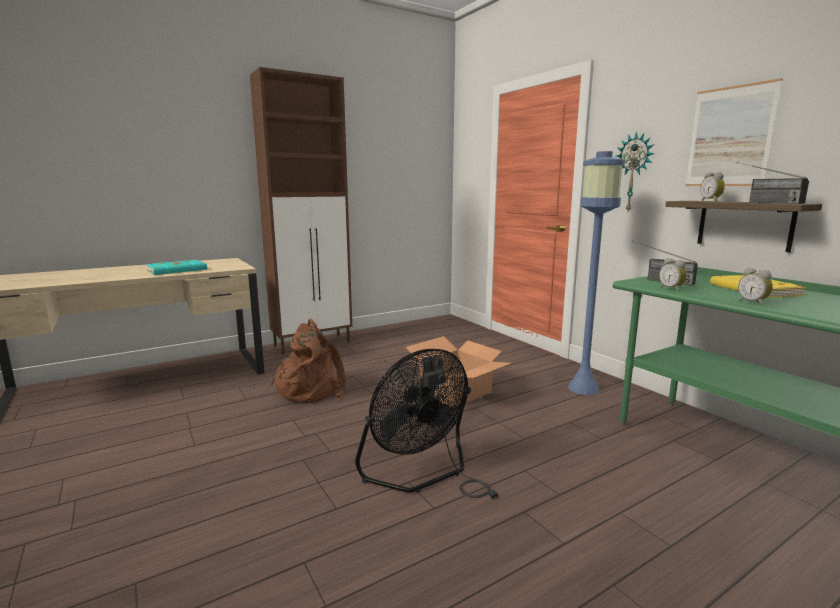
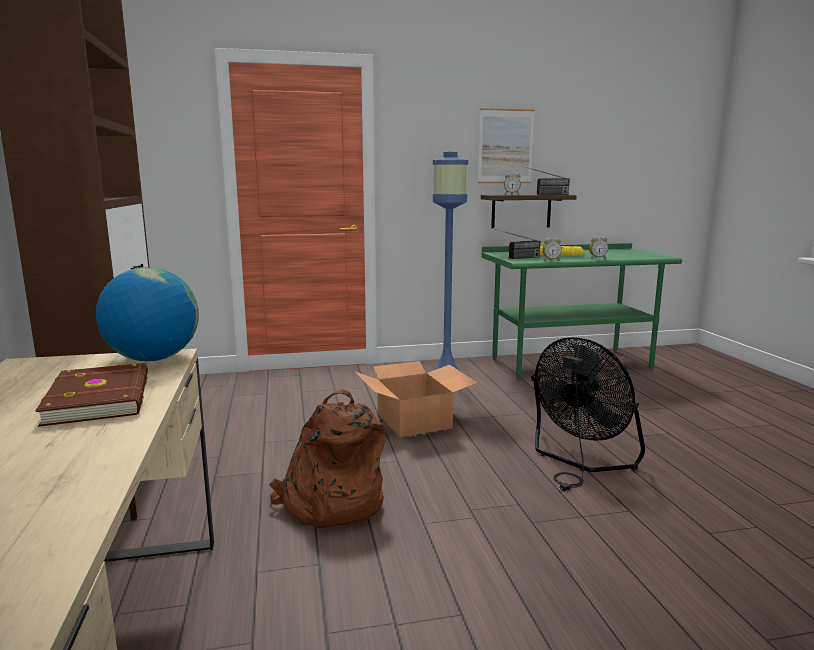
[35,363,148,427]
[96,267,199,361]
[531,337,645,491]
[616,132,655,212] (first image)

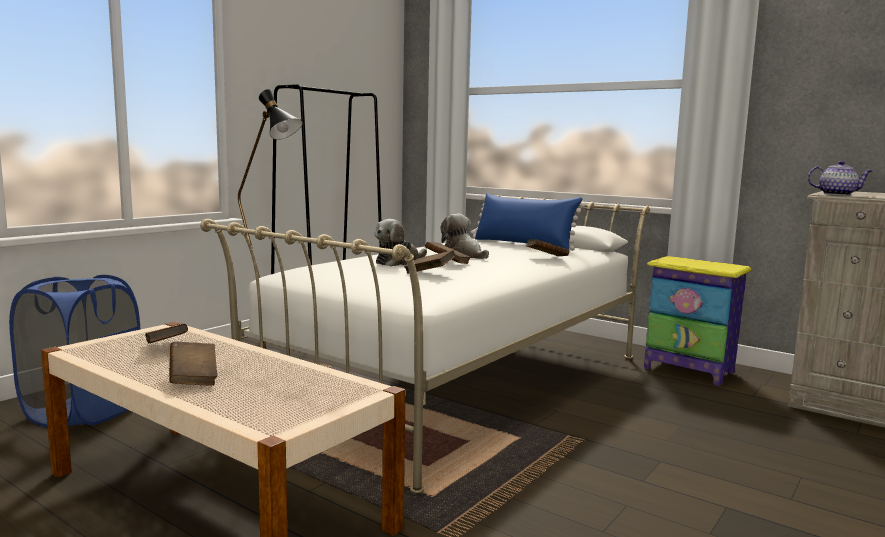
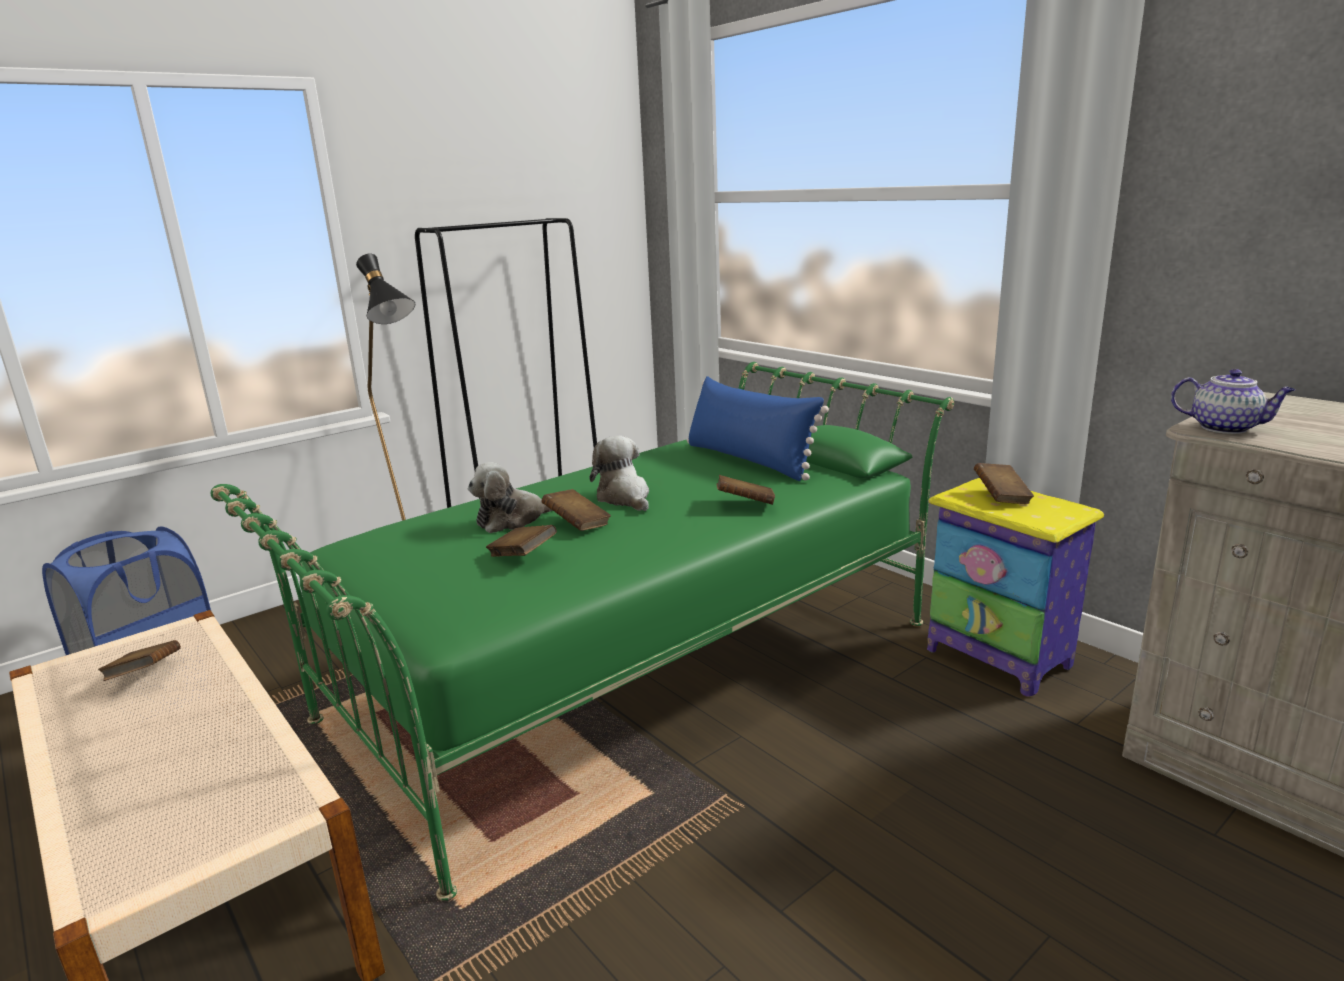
[211,362,954,901]
[974,463,1034,504]

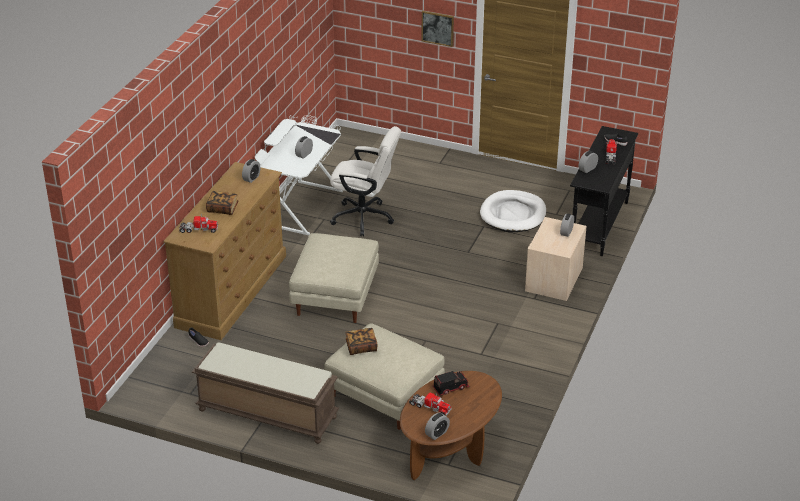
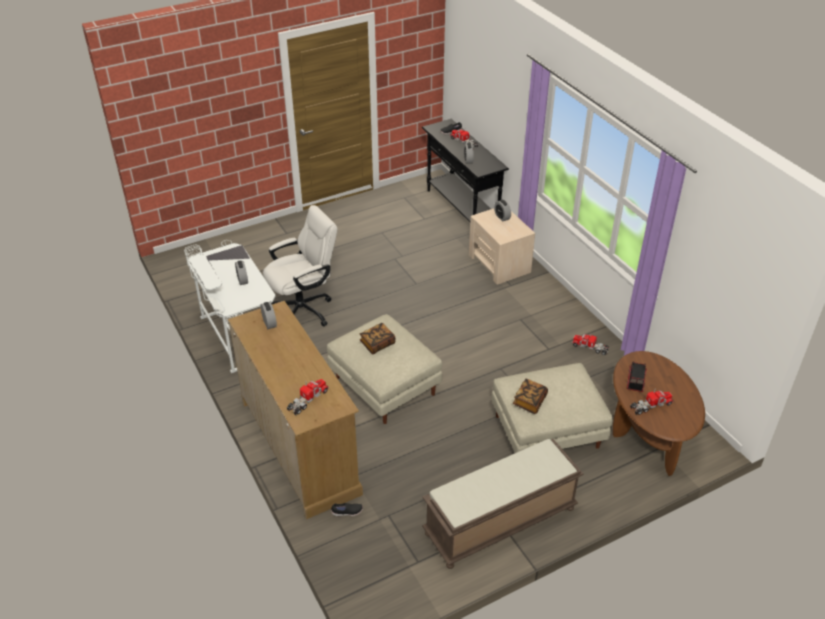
[360,323,396,354]
[572,333,610,356]
[421,11,454,47] (first image)
[425,413,450,440] (first image)
[480,190,546,232] (first image)

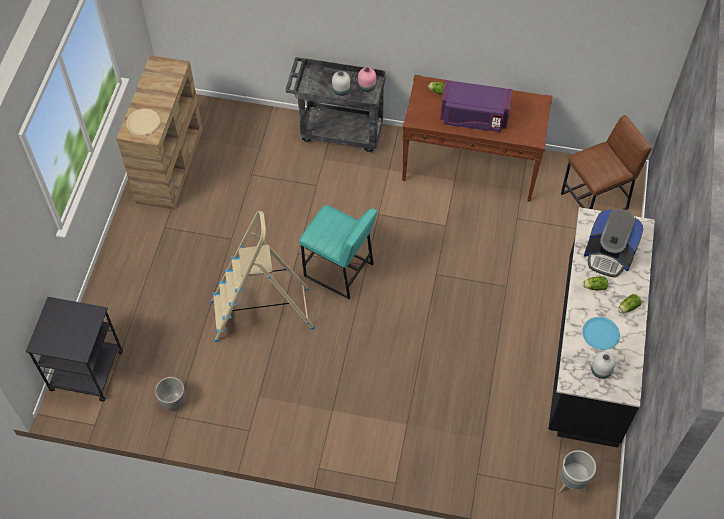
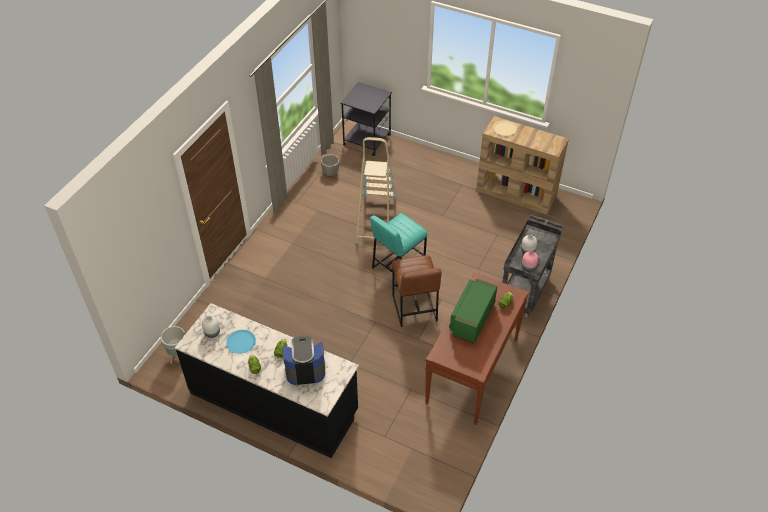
[283,335,325,385]
[392,255,442,327]
[449,278,498,344]

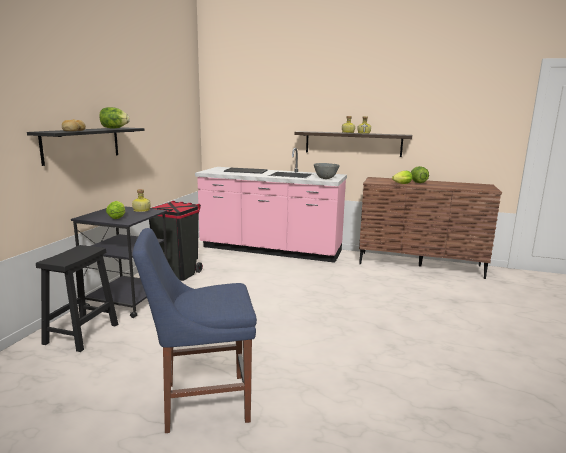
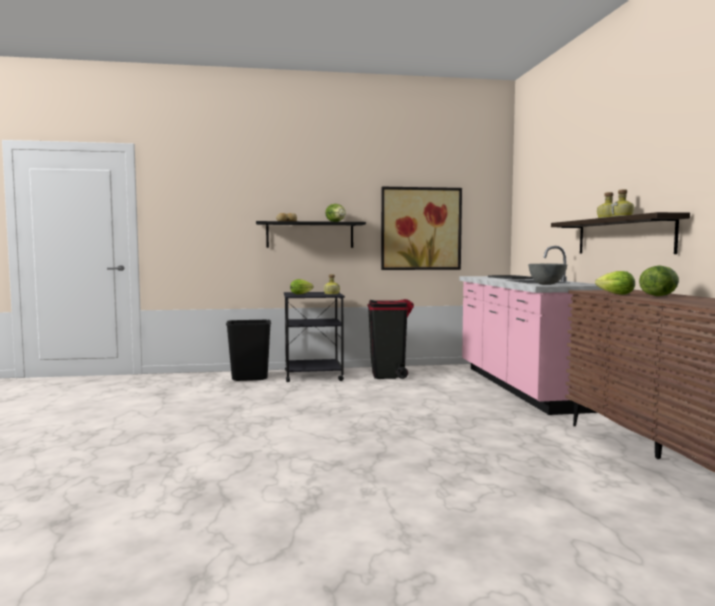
[226,320,271,381]
[381,187,462,270]
[132,228,257,433] (first image)

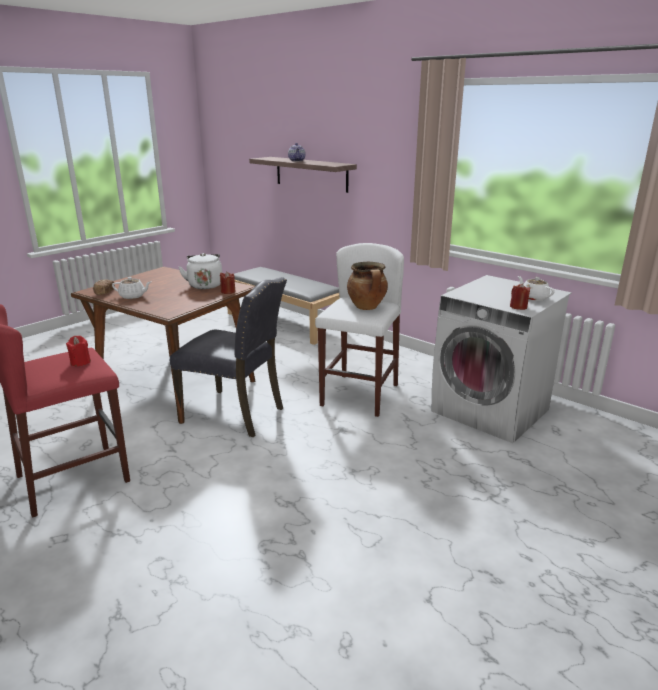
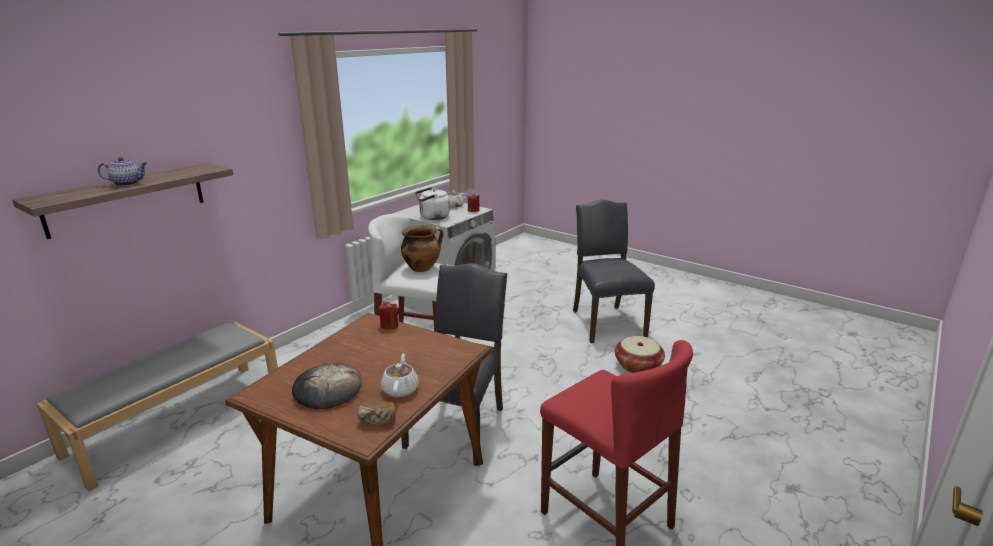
[292,363,362,409]
[415,187,450,220]
[573,200,655,343]
[615,336,665,373]
[66,336,91,366] (first image)

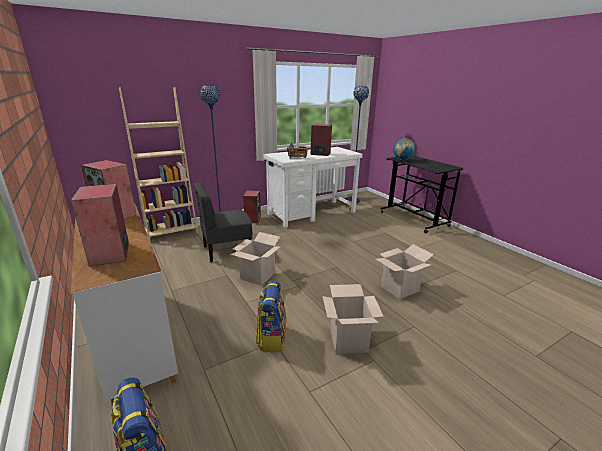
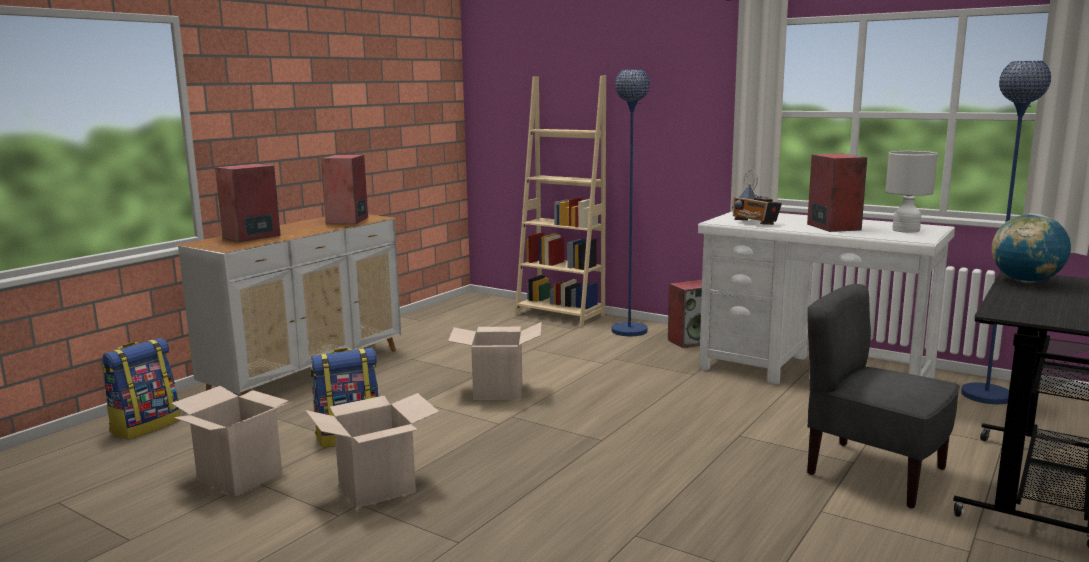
[171,386,293,496]
[807,284,960,509]
[885,151,938,233]

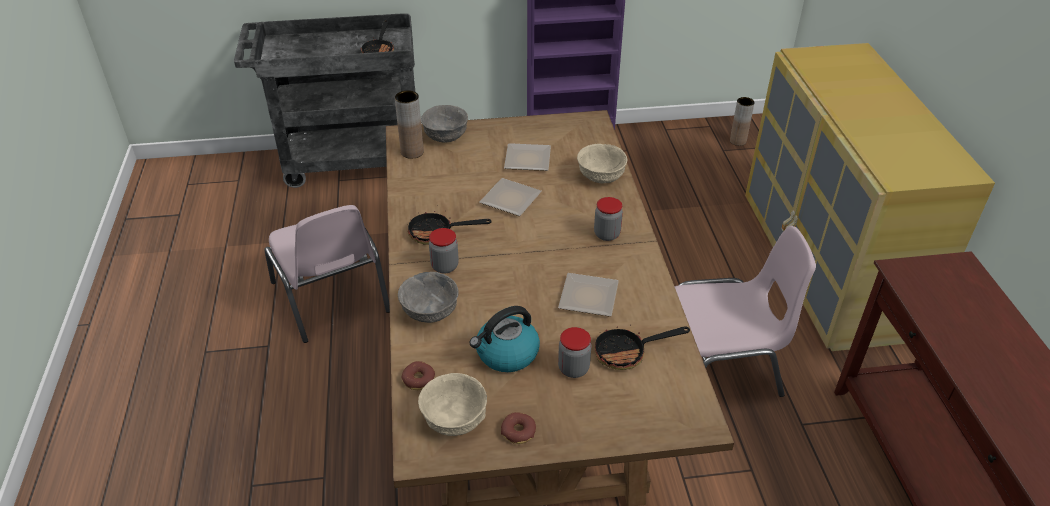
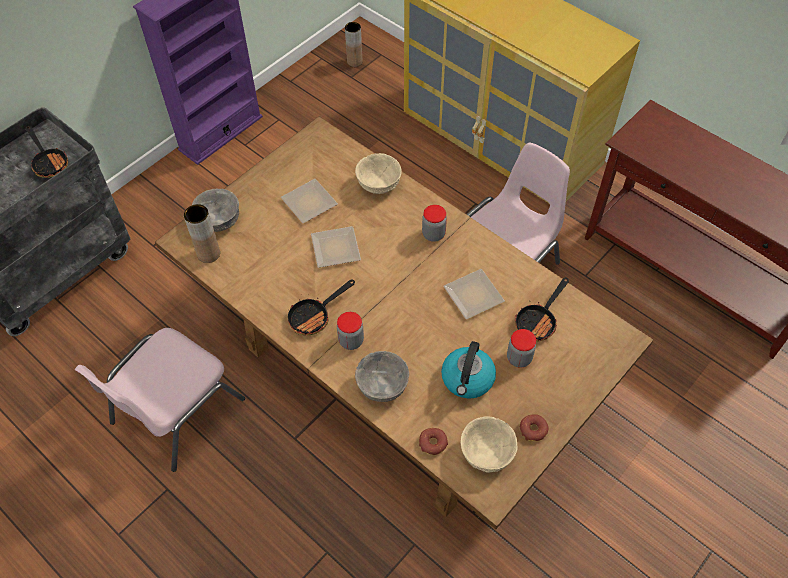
[75,328,245,472]

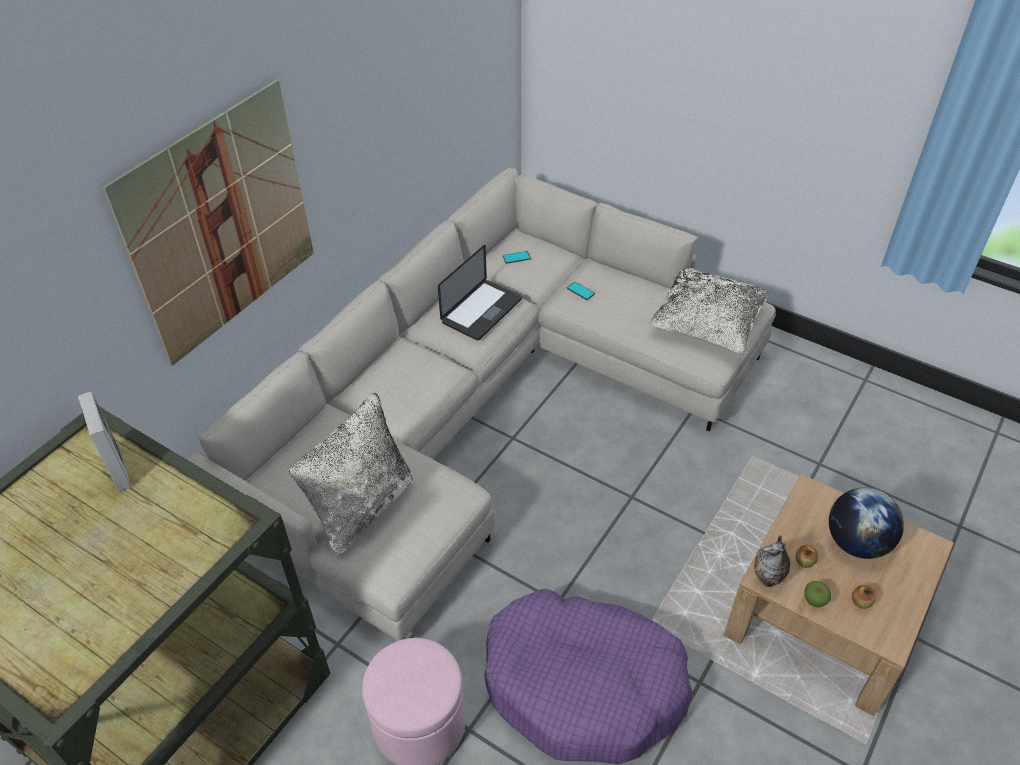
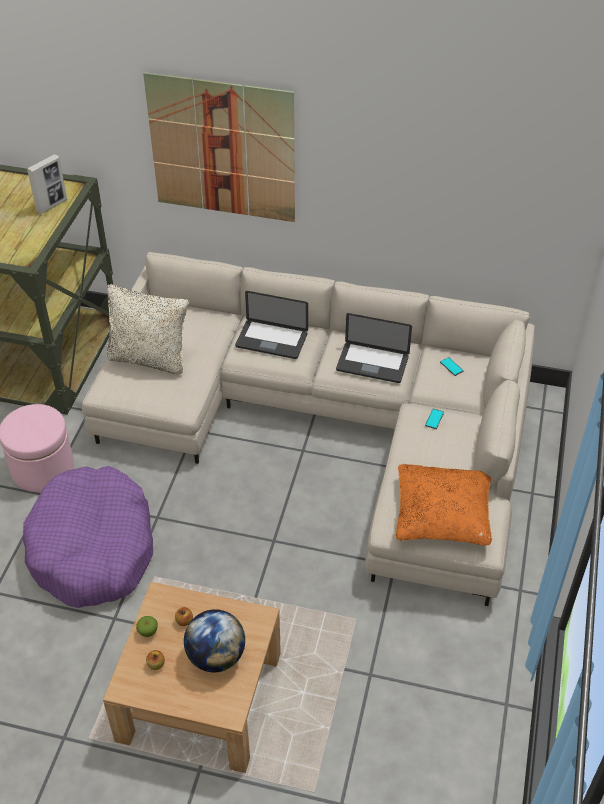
[235,291,308,359]
[395,464,492,546]
[754,535,790,587] (first image)

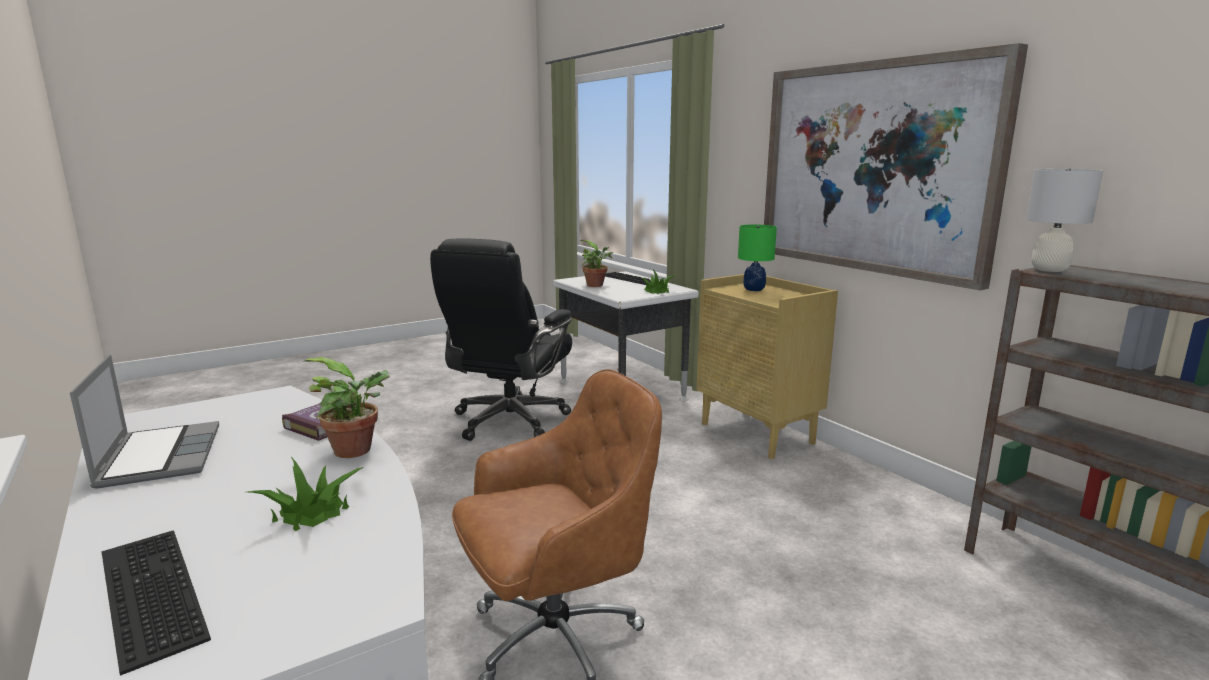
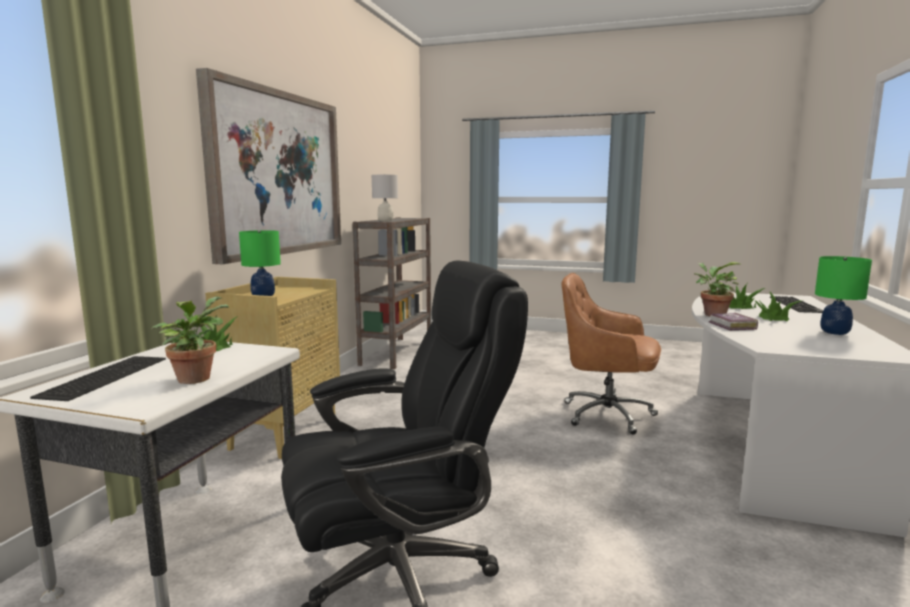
[754,292,802,321]
[815,256,872,335]

